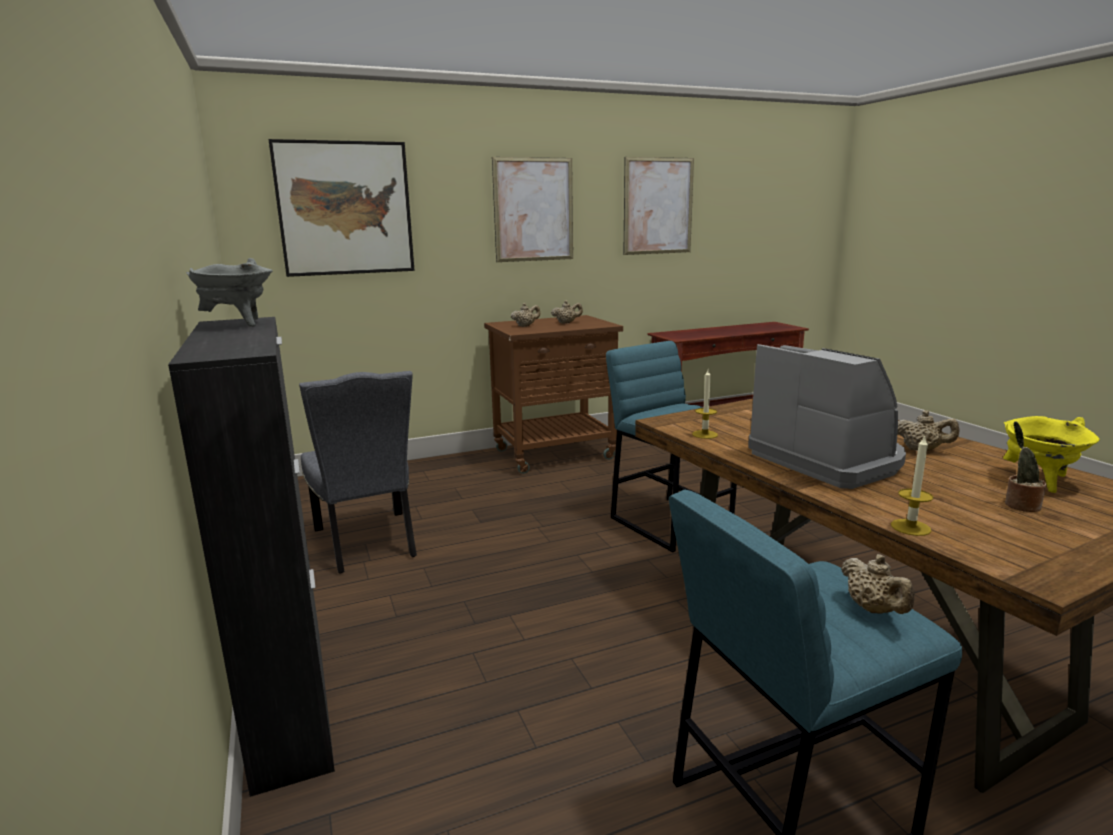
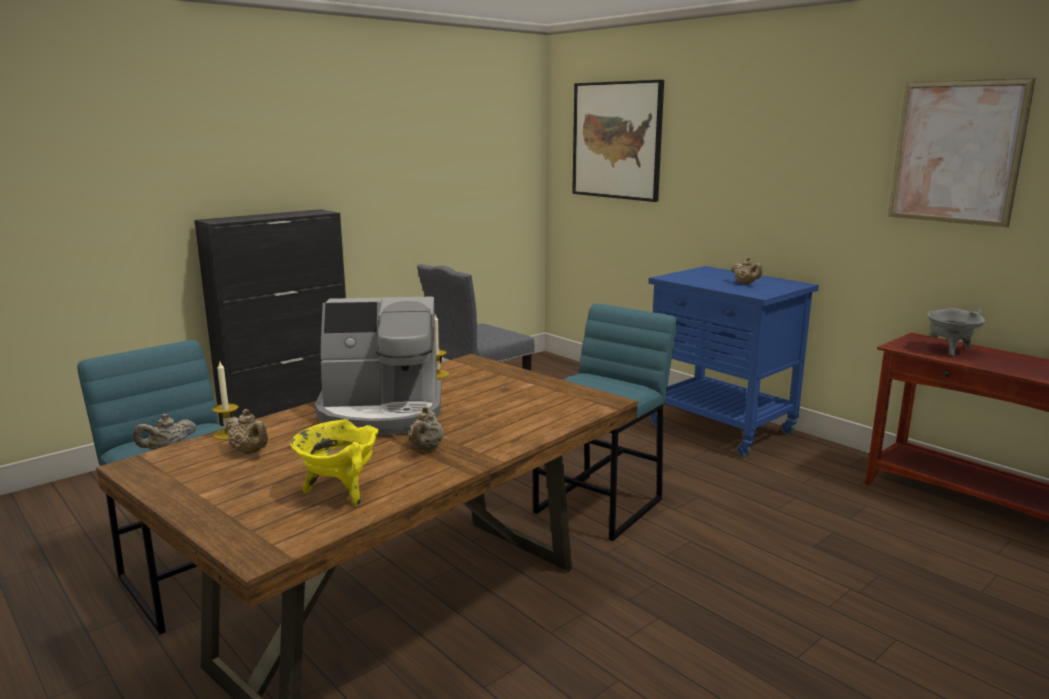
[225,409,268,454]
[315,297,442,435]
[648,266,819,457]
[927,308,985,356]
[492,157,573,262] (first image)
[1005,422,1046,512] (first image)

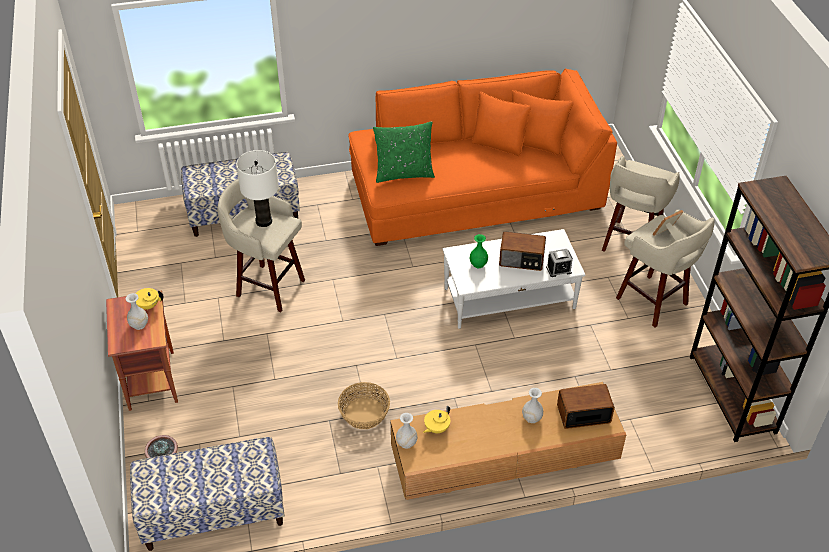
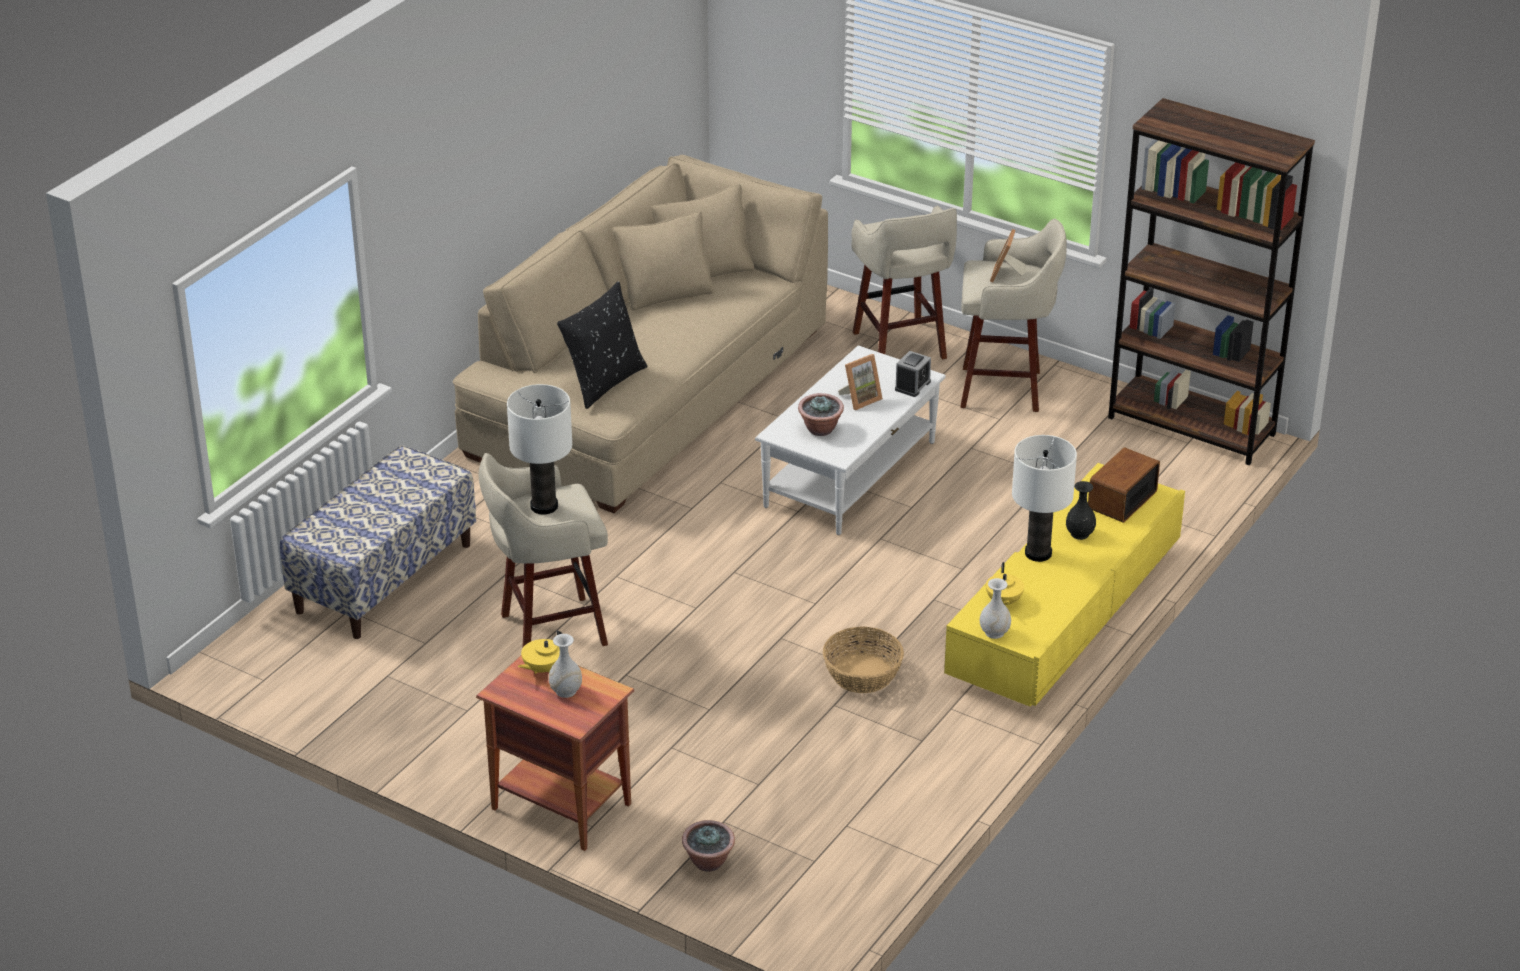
[453,155,828,513]
[557,281,647,409]
[798,393,844,436]
[838,354,883,410]
[944,463,1185,707]
[1012,435,1077,562]
[1066,481,1096,540]
[130,437,285,551] (first image)

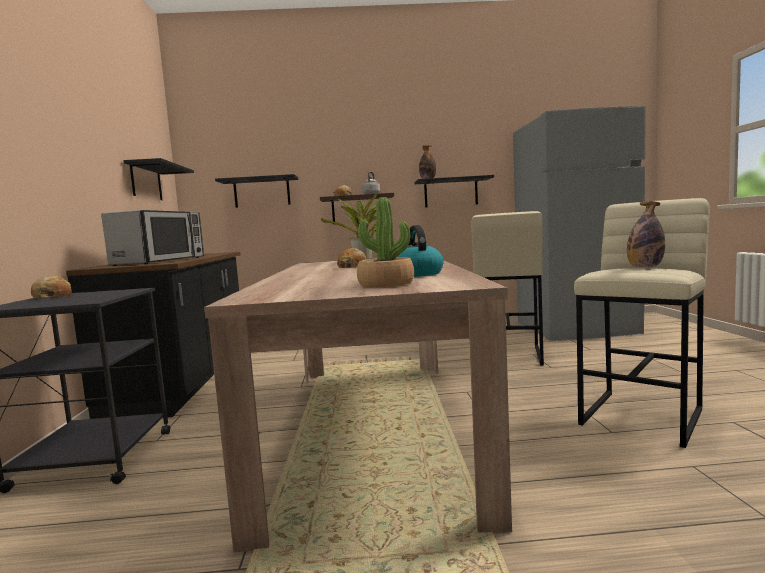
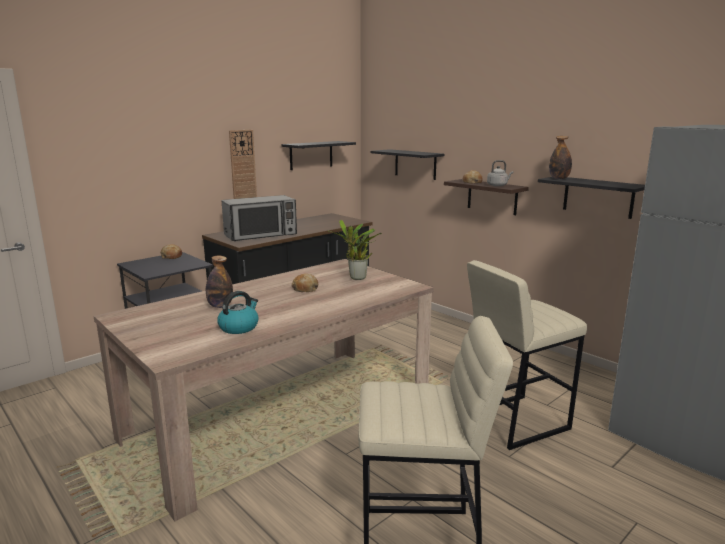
[206,256,233,308]
[229,130,257,199]
[357,197,414,287] (first image)

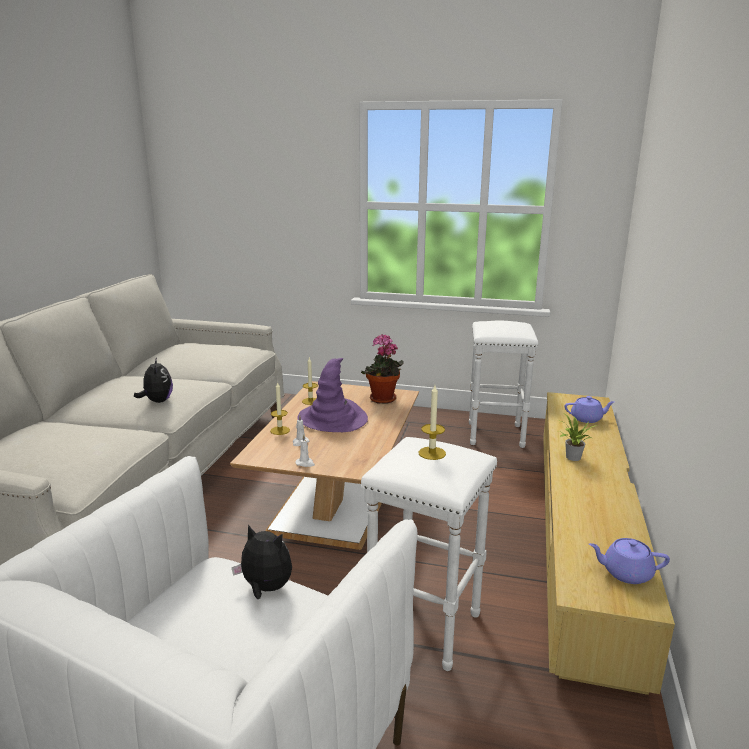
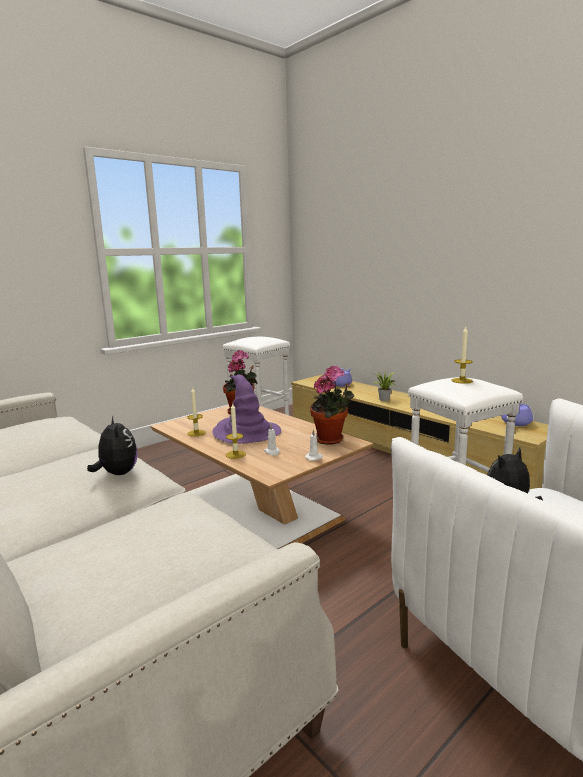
[87,417,137,475]
[310,366,354,445]

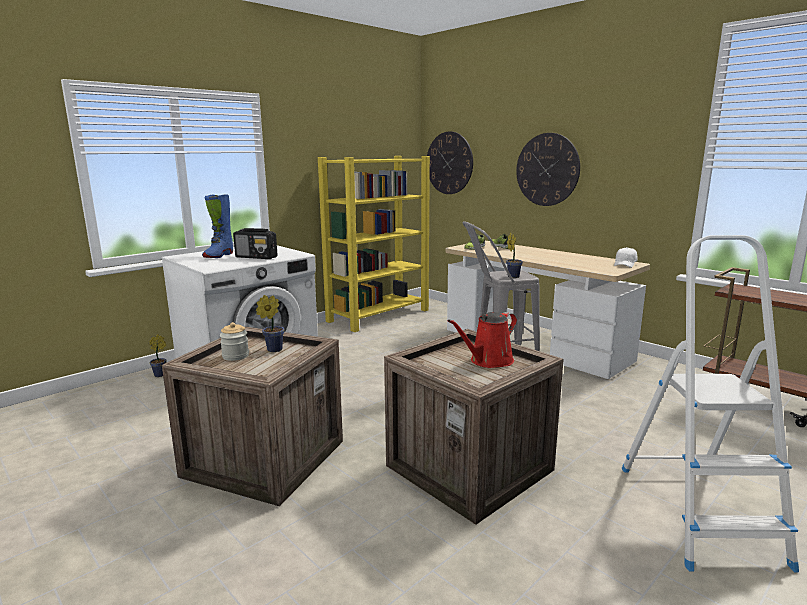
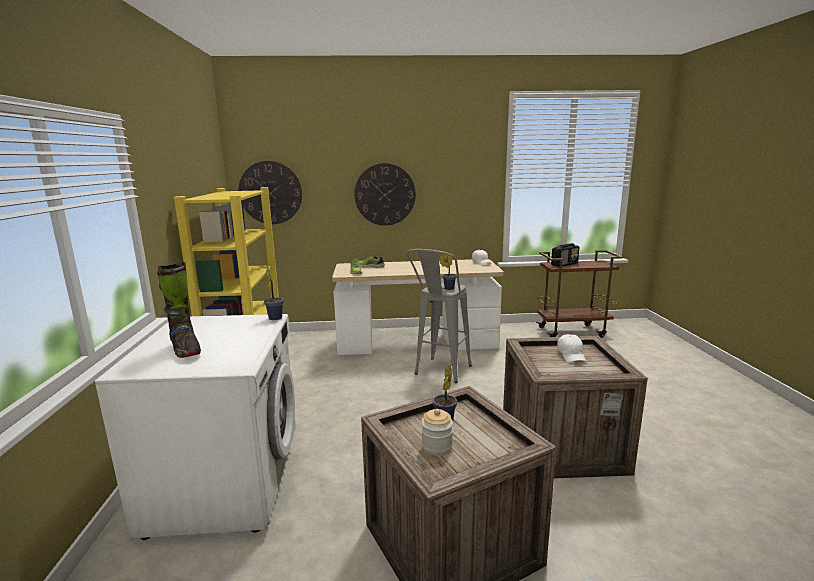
[157,262,201,358]
[264,267,284,320]
[551,243,579,267]
[557,334,586,362]
[622,235,799,573] (first image)

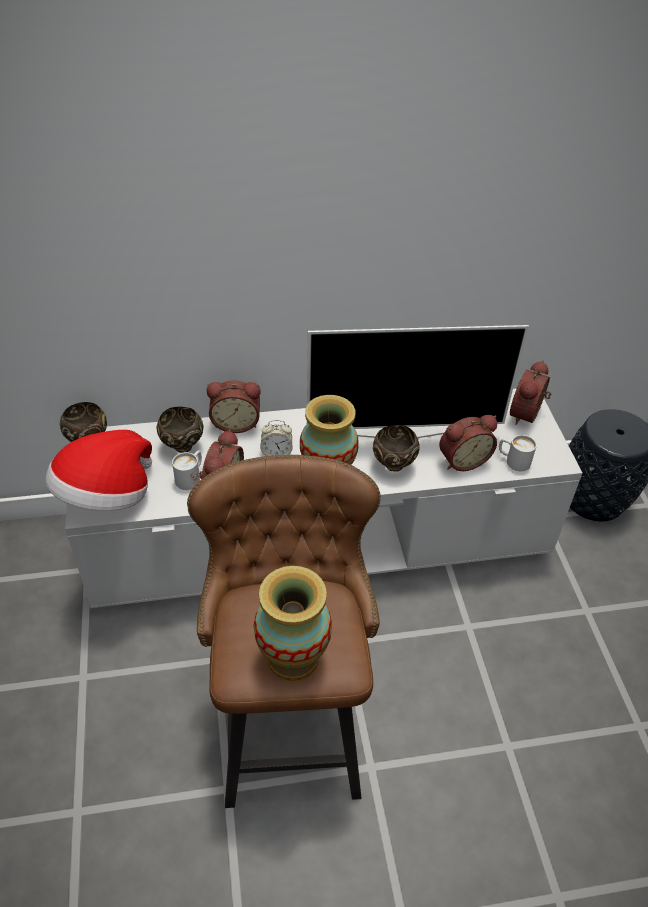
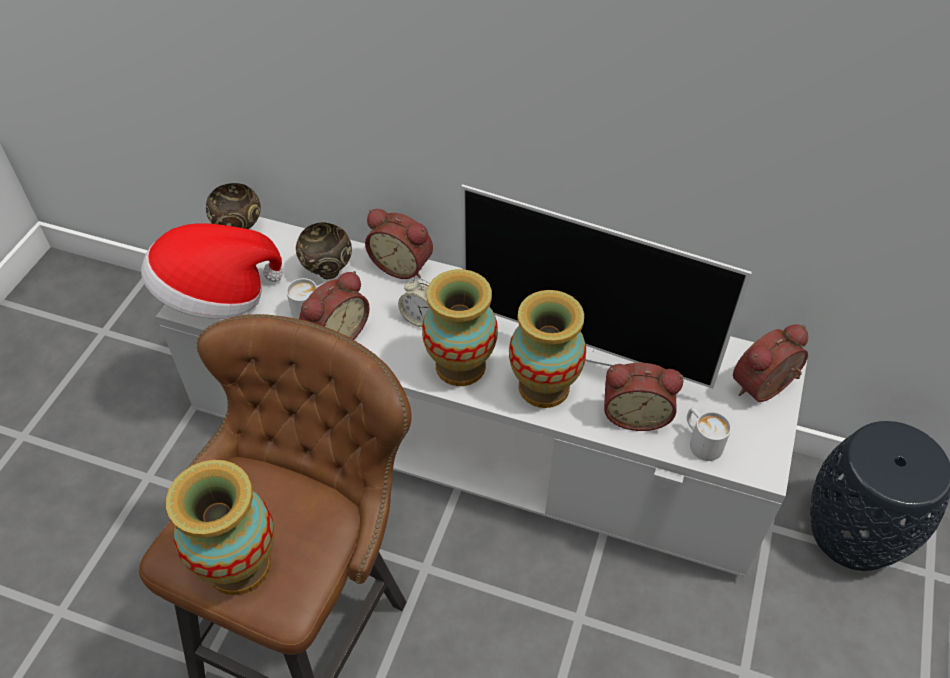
[509,290,586,408]

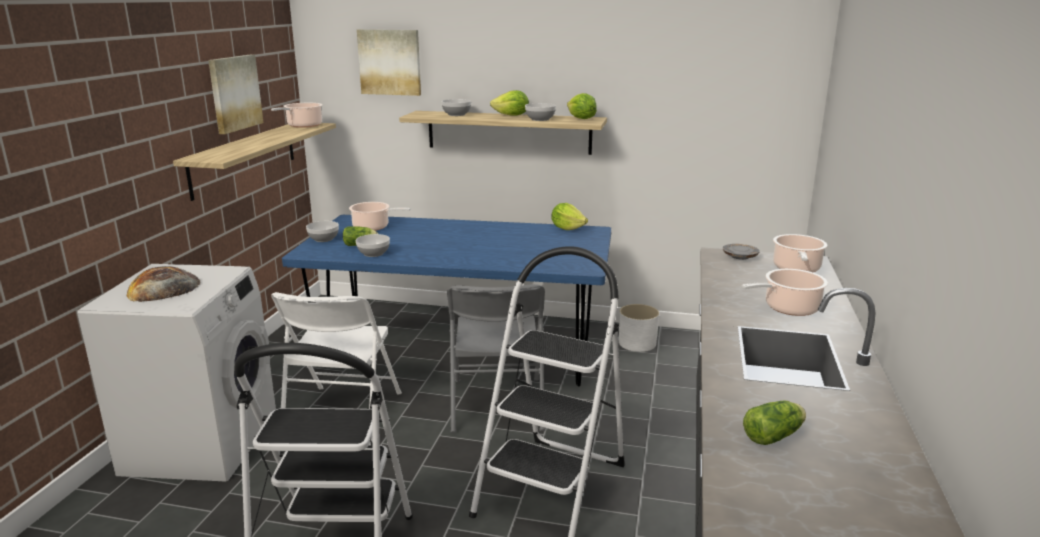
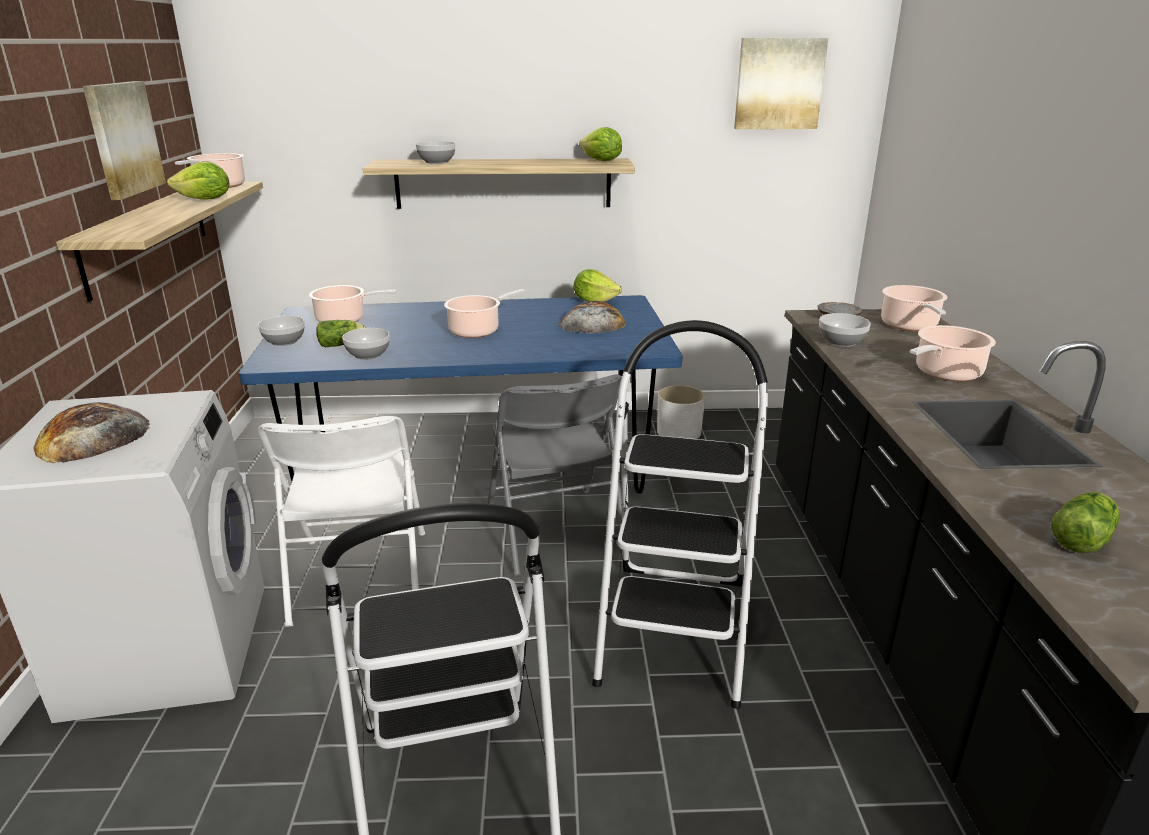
[167,162,230,200]
[444,289,525,338]
[559,301,626,334]
[734,38,828,129]
[819,313,871,347]

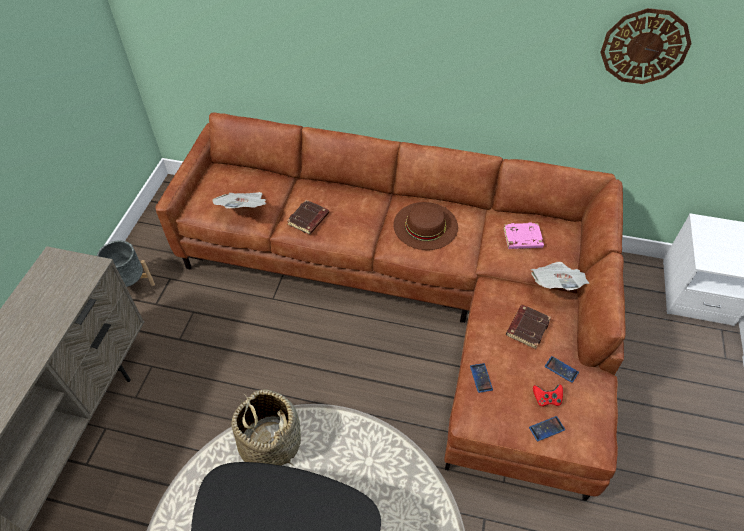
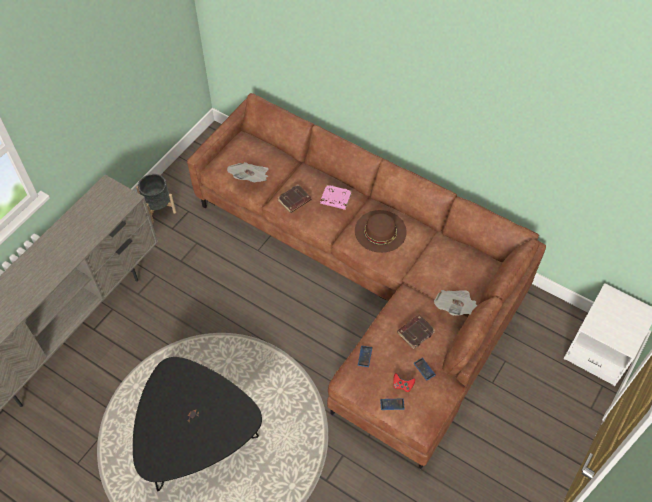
[320,185,352,210]
[231,389,301,466] (first image)
[600,8,692,84] (first image)

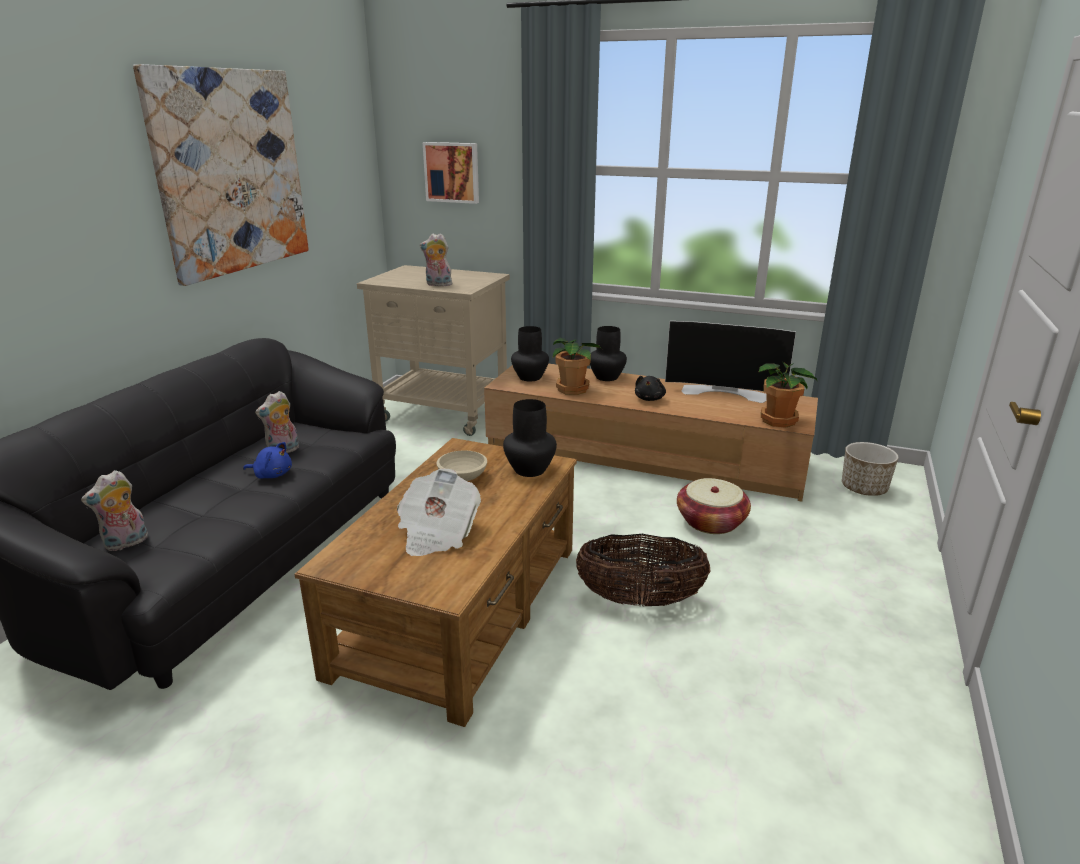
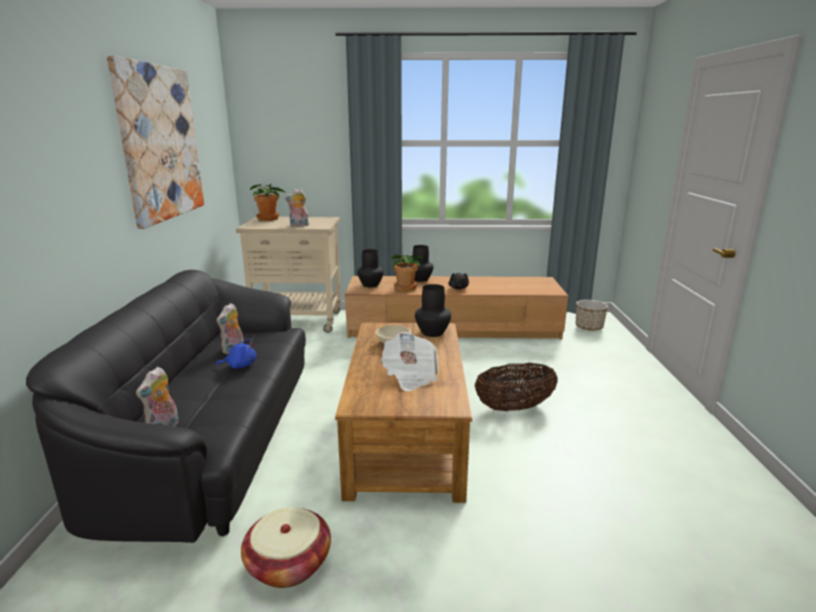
[241,507,331,588]
[250,184,286,221]
[423,142,479,204] (first image)
[665,321,796,403] (first image)

